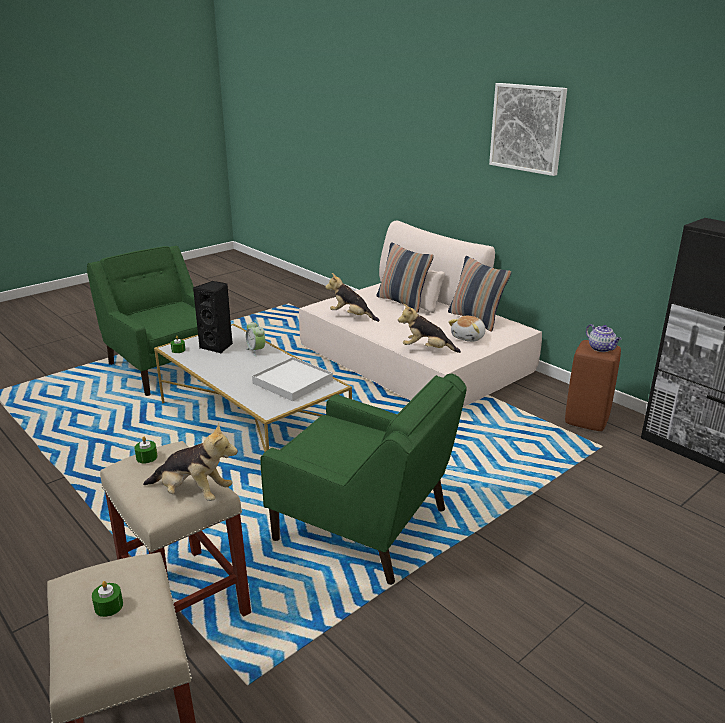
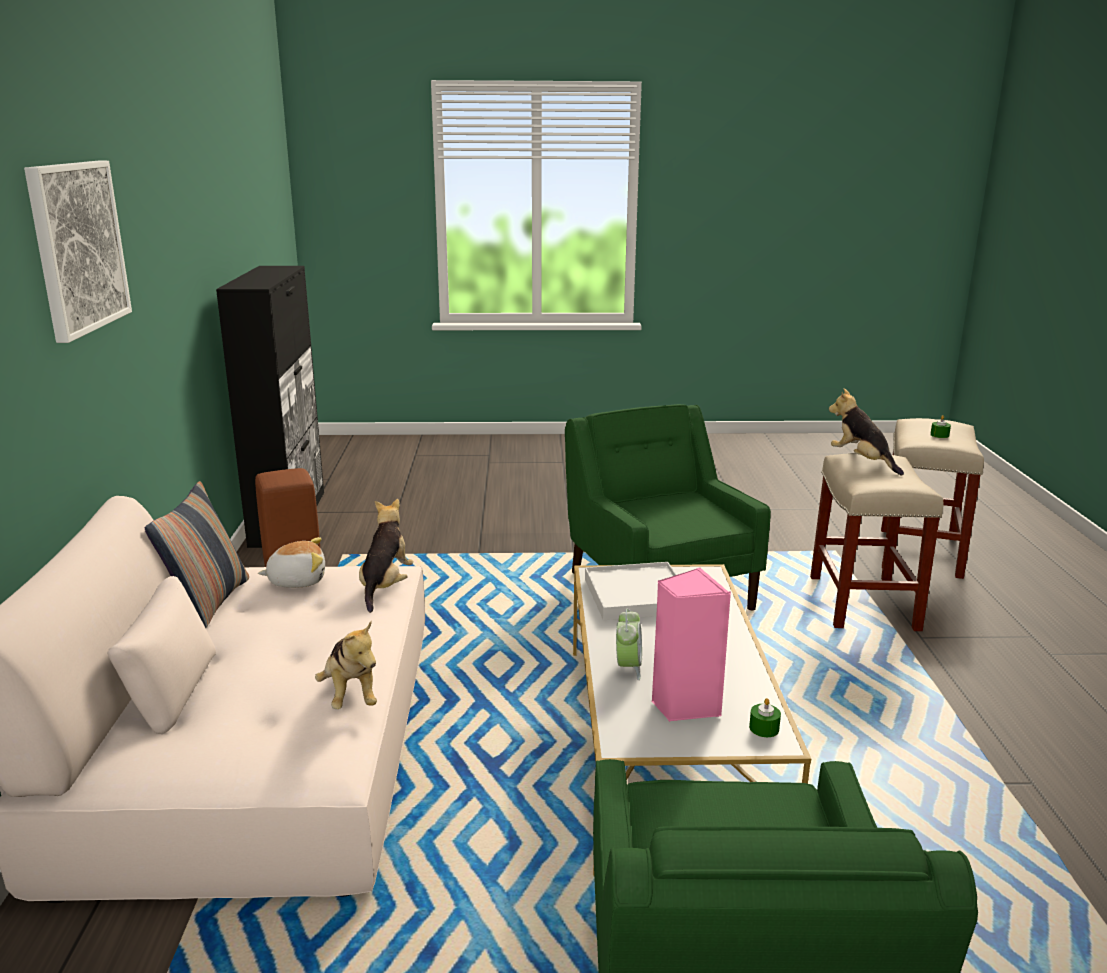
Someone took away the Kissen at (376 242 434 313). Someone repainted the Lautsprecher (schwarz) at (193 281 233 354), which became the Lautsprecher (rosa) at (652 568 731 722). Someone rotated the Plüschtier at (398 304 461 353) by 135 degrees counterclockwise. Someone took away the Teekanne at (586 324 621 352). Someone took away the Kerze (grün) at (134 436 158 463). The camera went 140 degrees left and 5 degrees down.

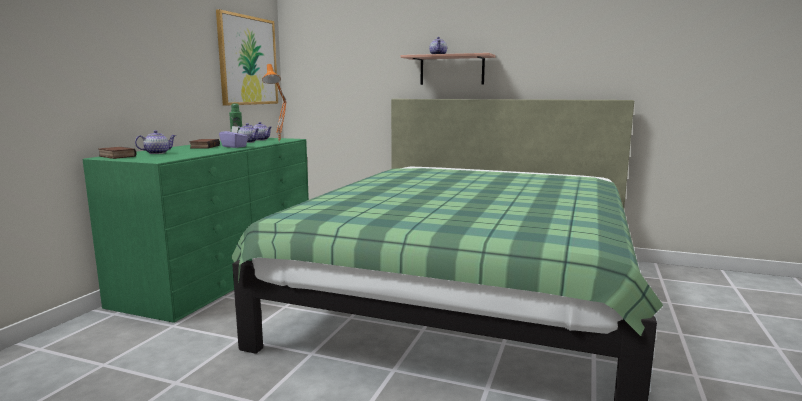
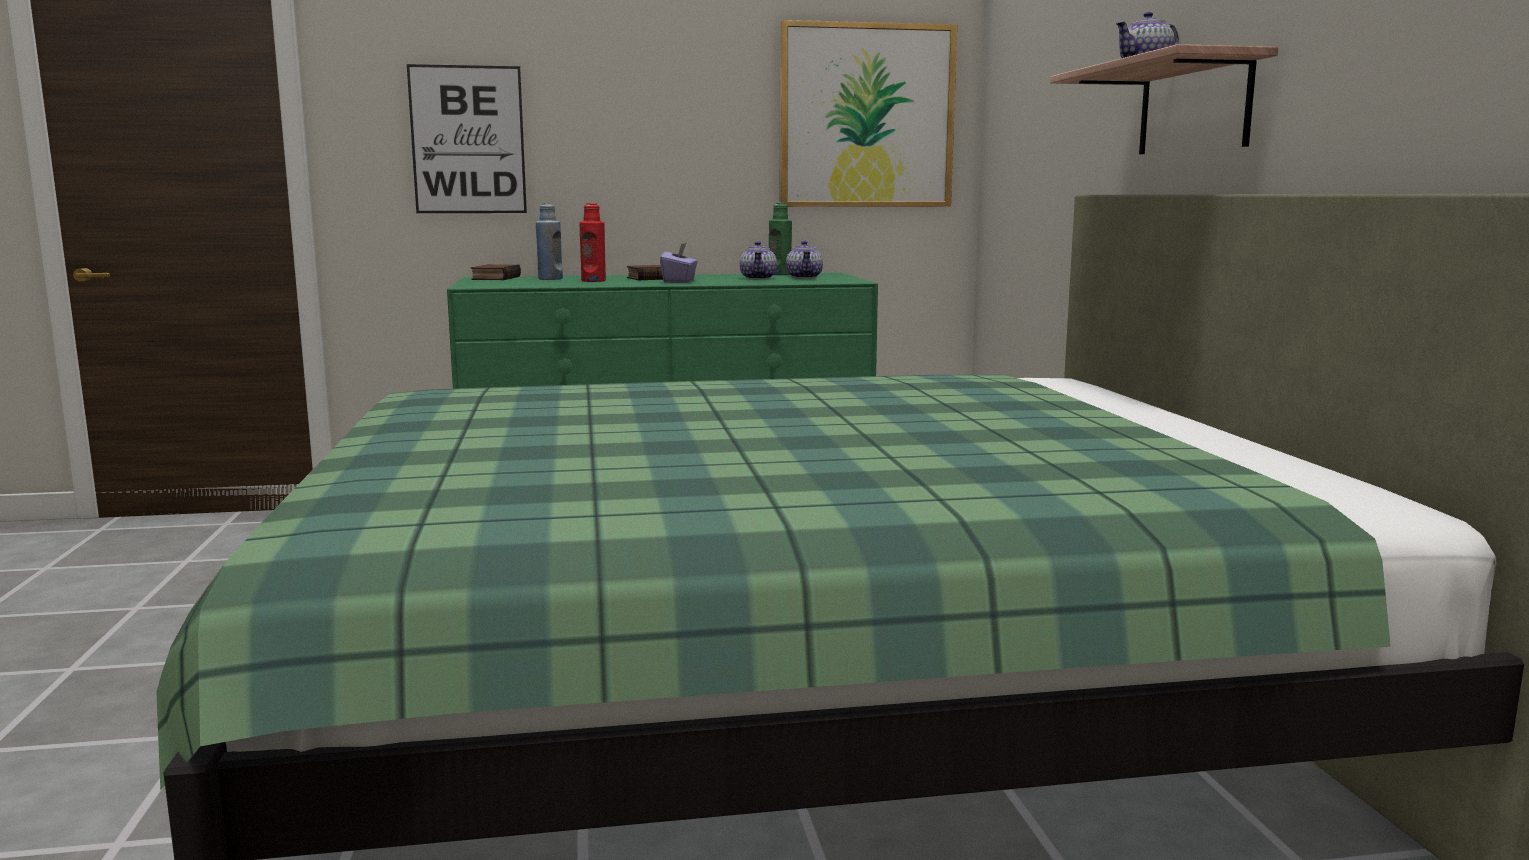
Someone took away the Tischlampe (orange) at (262 64 287 142). Someone swapped the Teekanne at (135 130 176 154) for the Flasche (blau) at (536 203 563 280). Someone put up the Bild at (407 64 527 213). Someone put down the Flasche (rot) at (580 203 606 282). The camera went 60 degrees right and 0 degrees up.

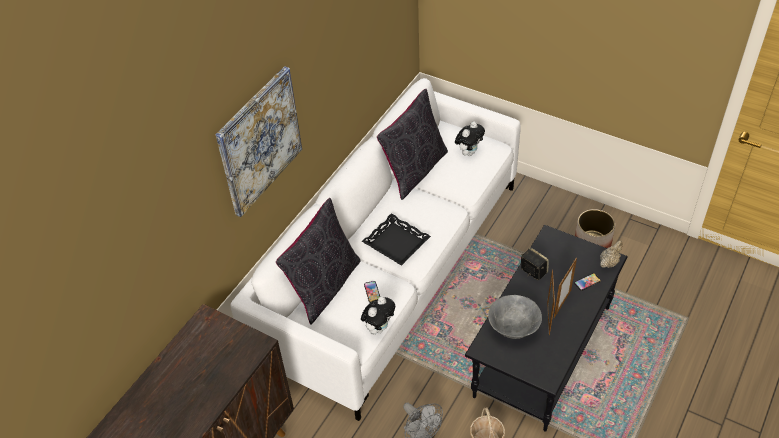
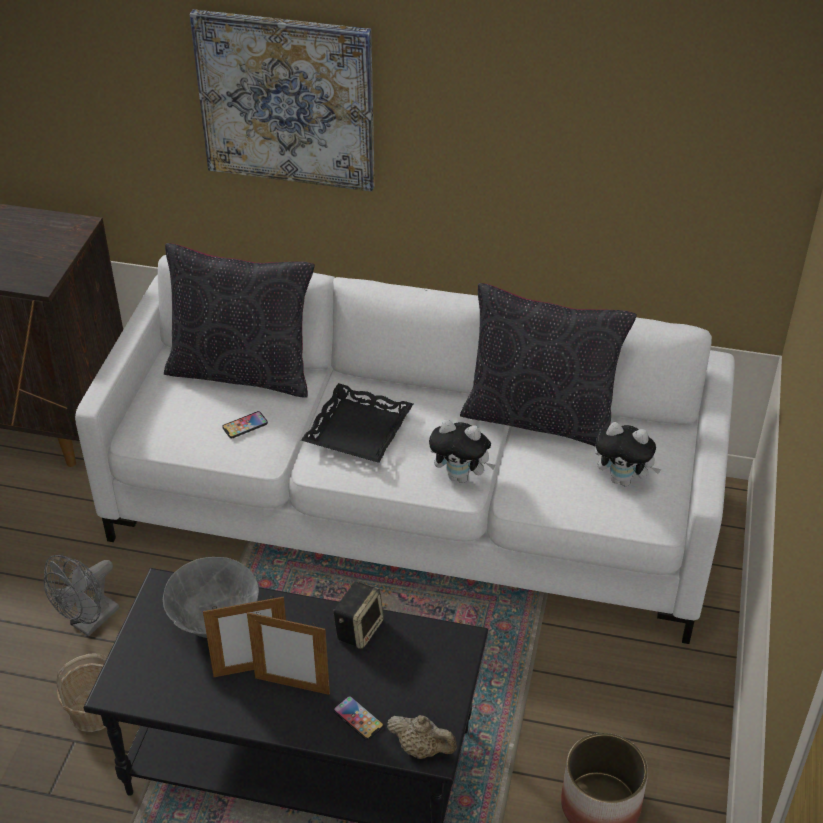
Someone carried the Plüschtier from (361 296 395 335) to (429 420 496 483). The camera went 70 degrees right and 5 degrees down.

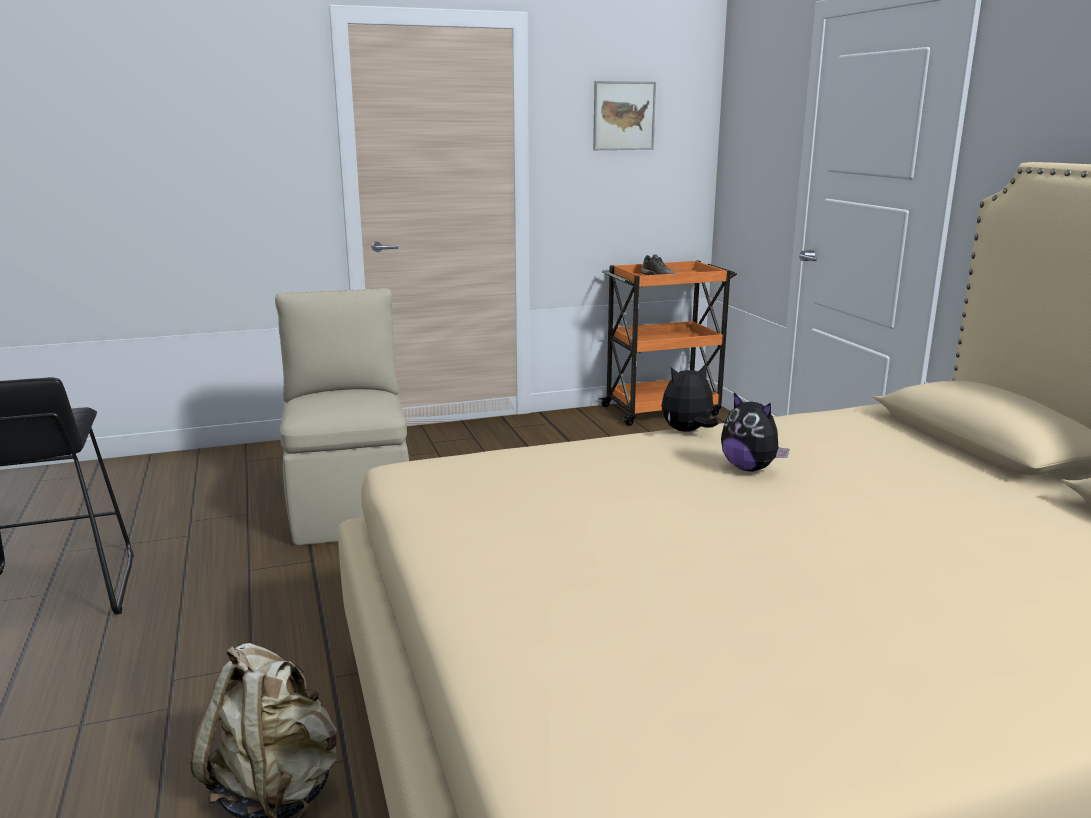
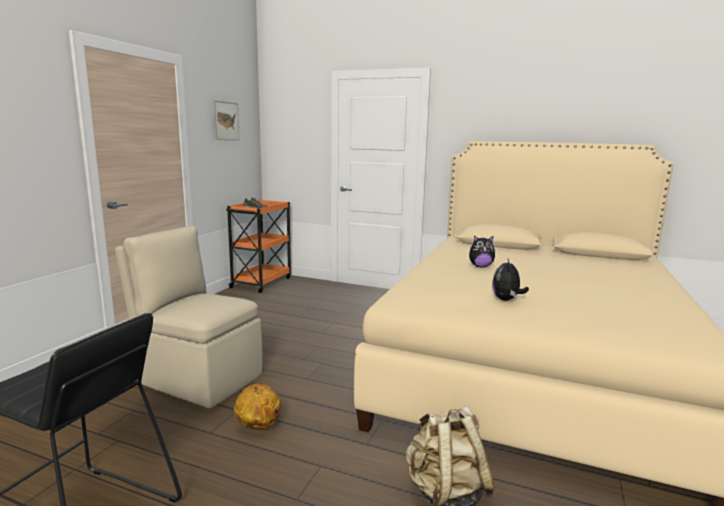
Someone carried the Plüschtier from (661 364 718 432) to (492 259 529 301). Someone put down the Basketball at (234 383 281 429). The camera went 50 degrees left and 5 degrees down.

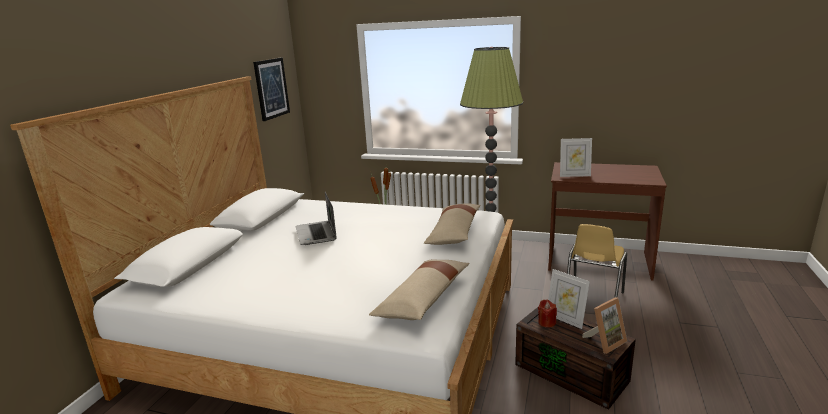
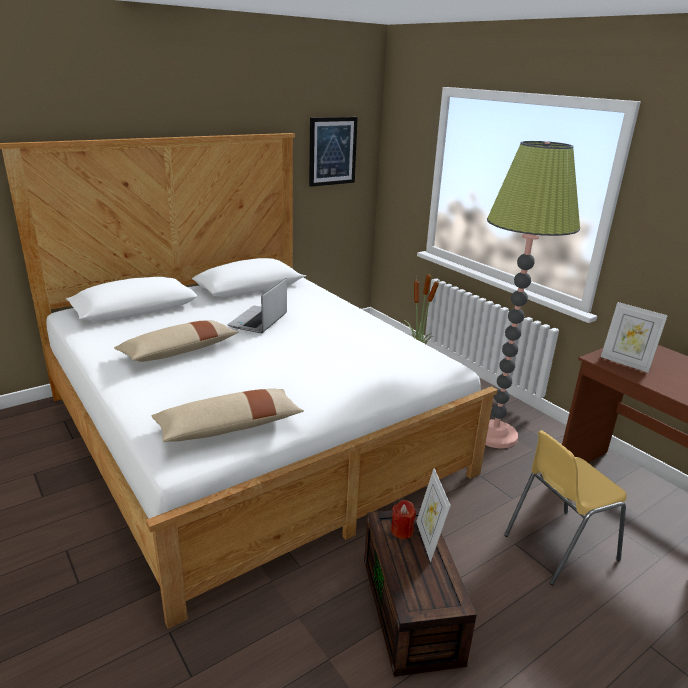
Someone carried the Kissen (beige) from (424 203 481 245) to (114 320 239 362). Someone took away the Bilderrahmen at (582 297 627 354). The camera went 35 degrees right and 5 degrees up.

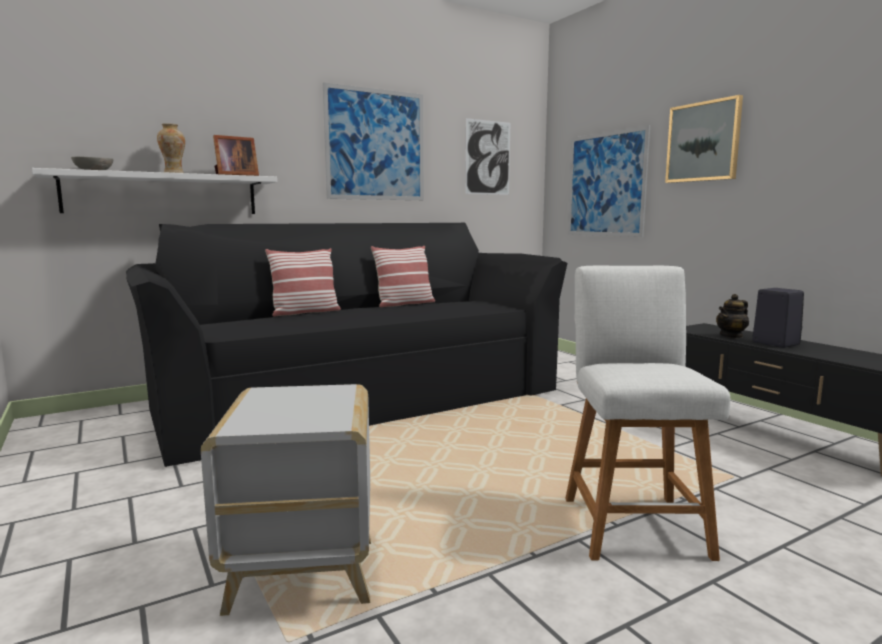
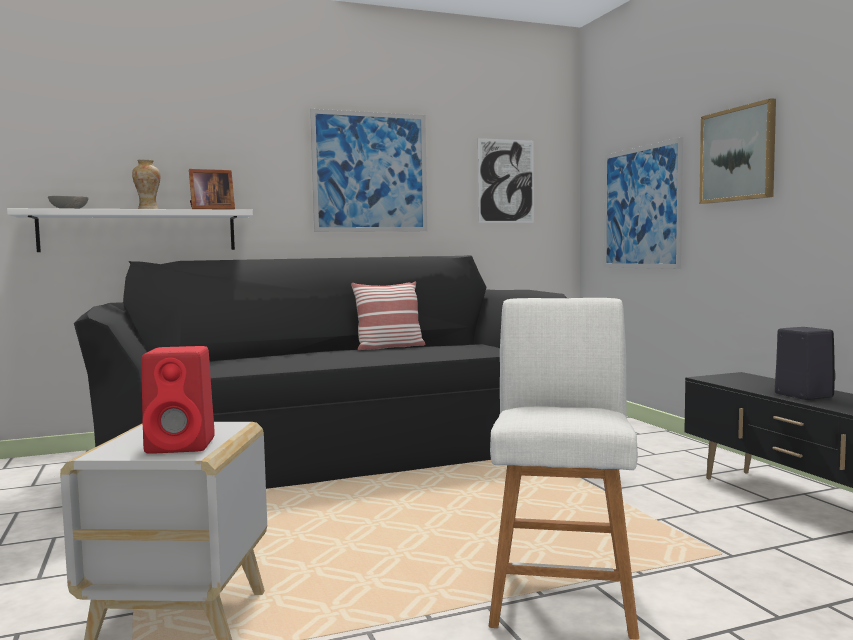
Someone took away the Kissen at (265 248 341 317). Someone took away the Teekanne at (716 294 749 338). Someone put down the Lautsprecher (rot) at (142 346 215 454). The camera went 10 degrees right and 5 degrees down.

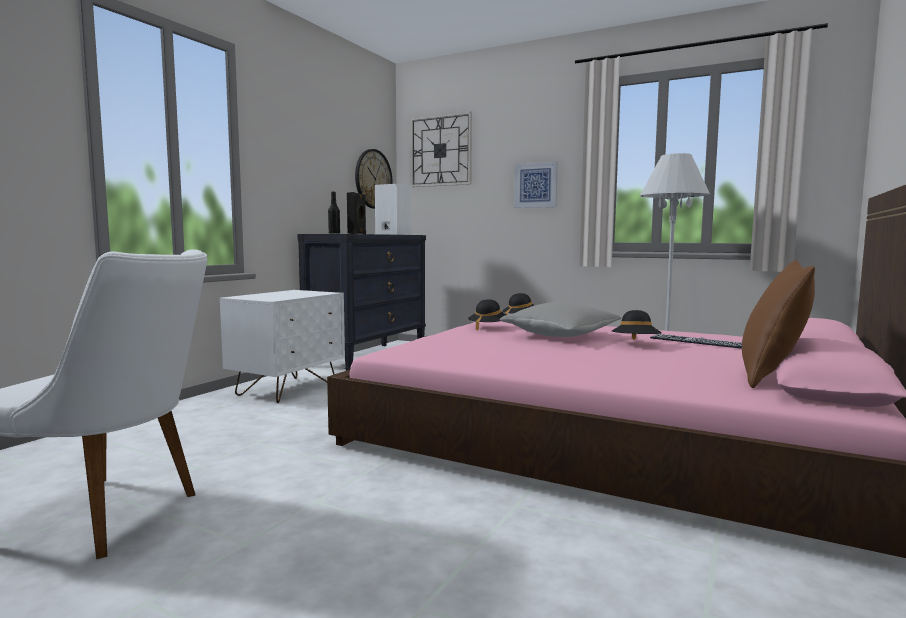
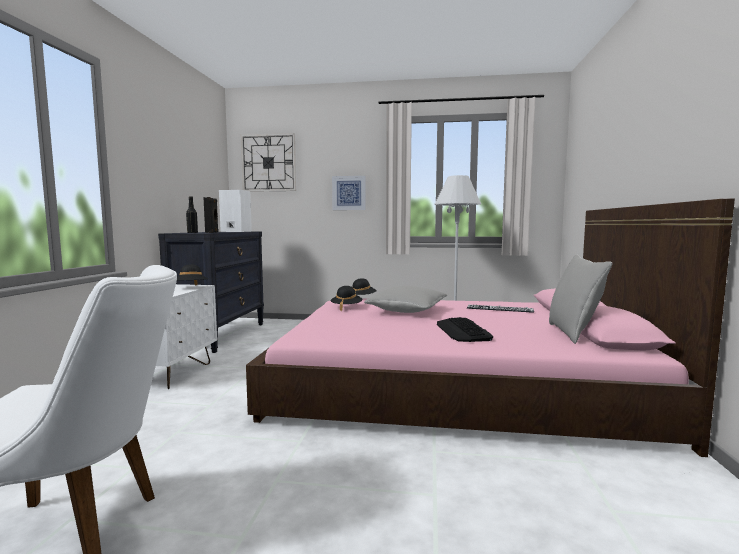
Someone took away the Wanduhr at (355 149 392 209). Someone repainted the Kissen (braun) at (742 260 815 388), which became the Kissen (grau) at (549 254 612 344). Someone carried the Hut (schwarz) from (612 310 662 340) to (177 264 208 286). Someone put down the Tastatur at (437 317 493 342). The camera went 20 degrees left and 0 degrees up.

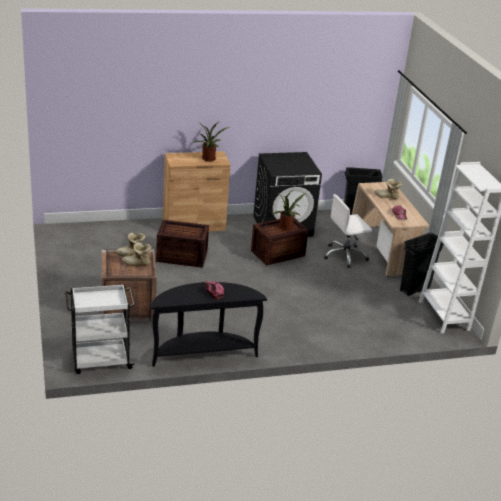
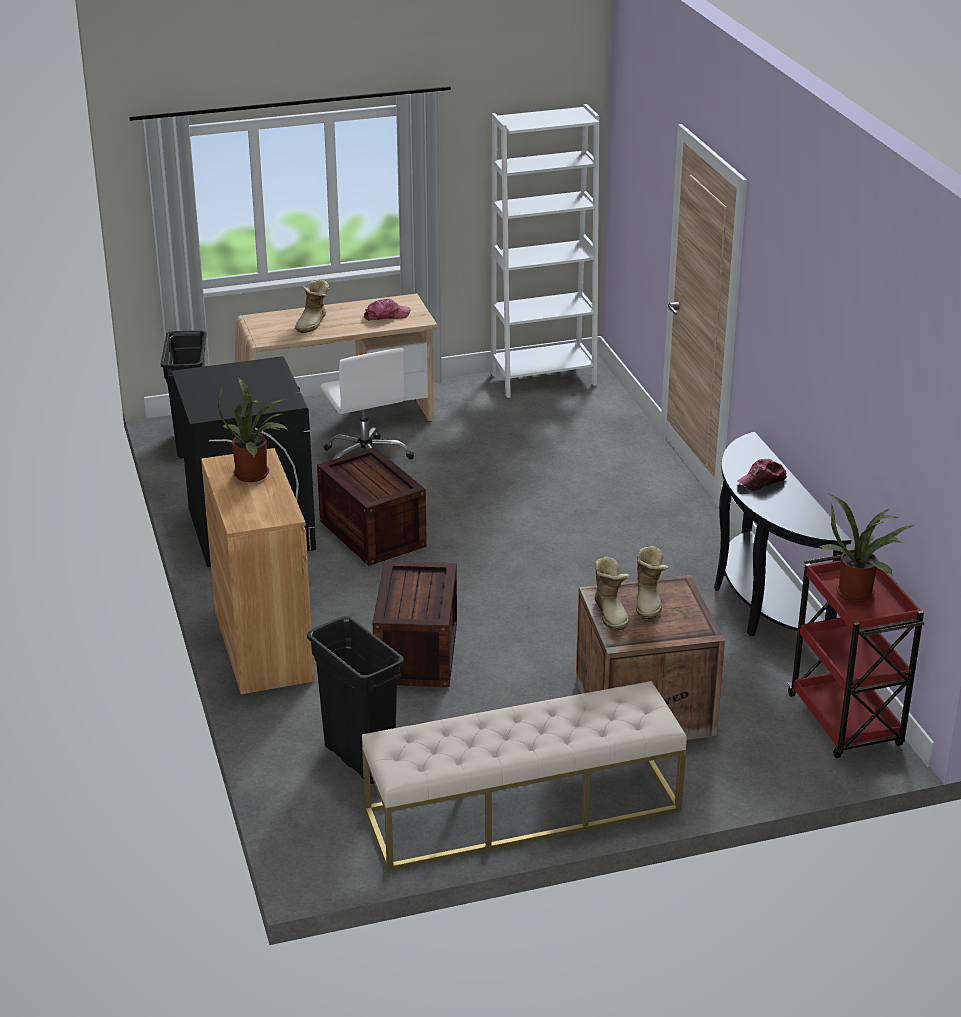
Someone carried the Topfpflanze from (273 189 306 230) to (820 494 914 602). Someone carried the Mülleimer (schwarz) from (400 233 444 296) to (307 616 404 784). Someone repainted the Rollwagen (weiß) at (65 284 135 374), which became the Rollwagen (rot) at (787 555 924 758). Someone put down the Bank (beige) at (362 681 687 871). The camera went 90 degrees left and 0 degrees up.

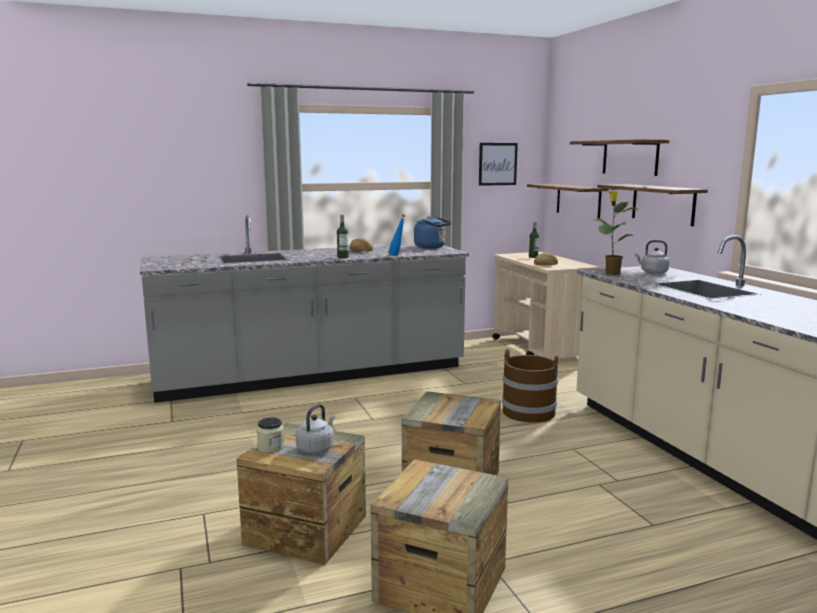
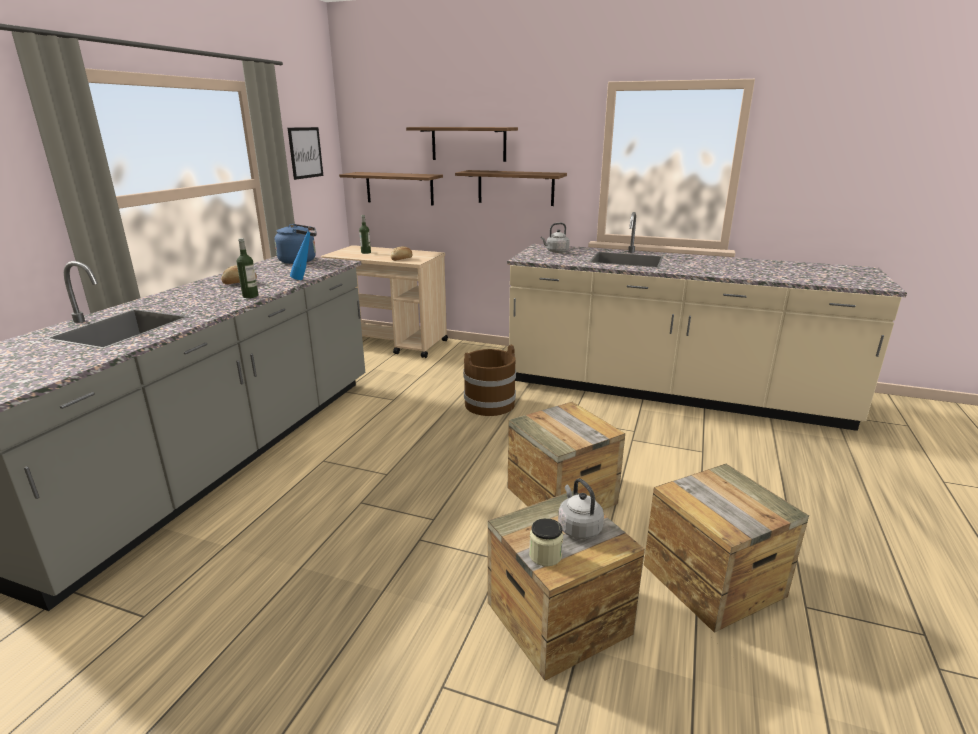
Someone took away the Topfpflanze at (595 191 638 275). The camera went 50 degrees left and 10 degrees up.

